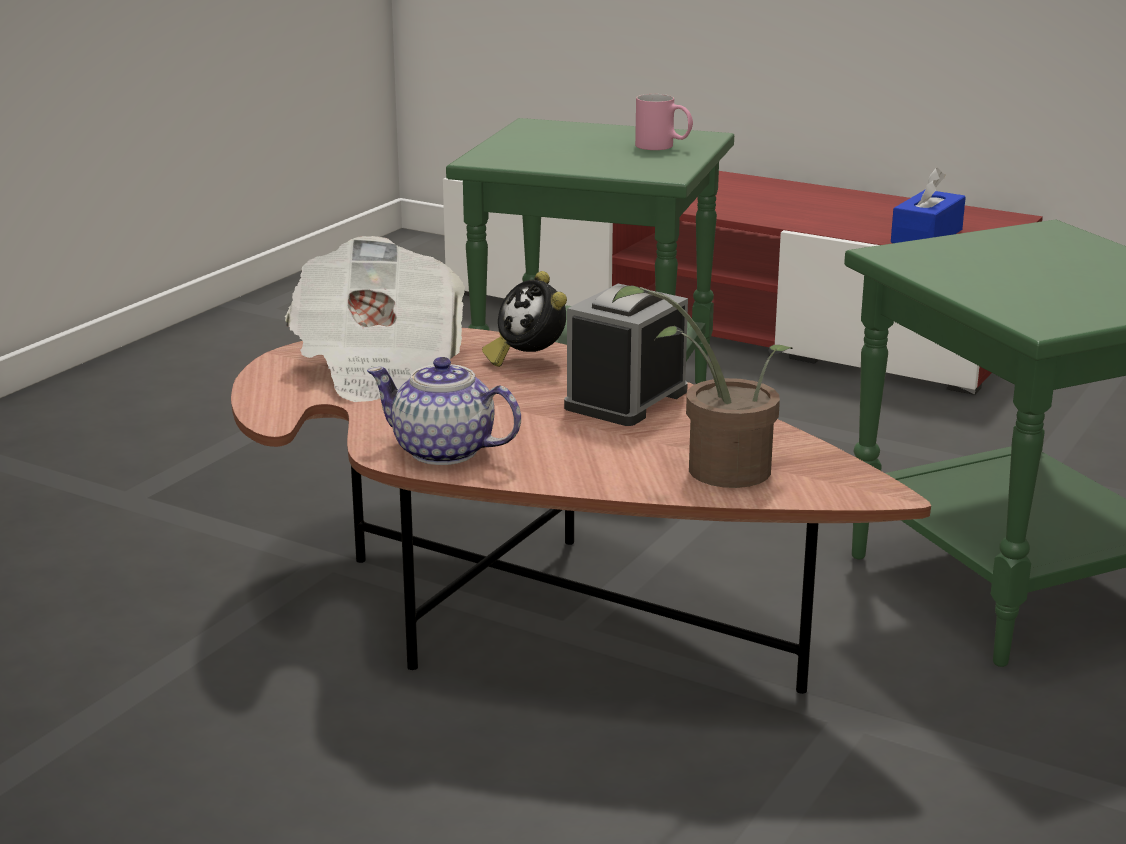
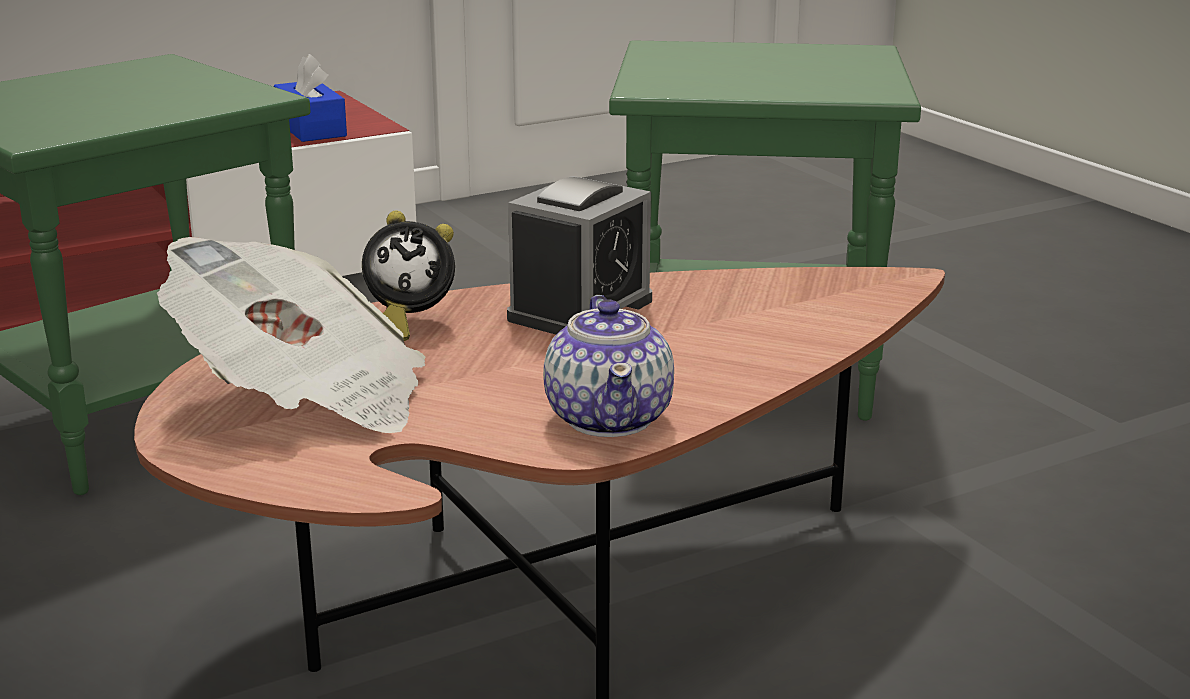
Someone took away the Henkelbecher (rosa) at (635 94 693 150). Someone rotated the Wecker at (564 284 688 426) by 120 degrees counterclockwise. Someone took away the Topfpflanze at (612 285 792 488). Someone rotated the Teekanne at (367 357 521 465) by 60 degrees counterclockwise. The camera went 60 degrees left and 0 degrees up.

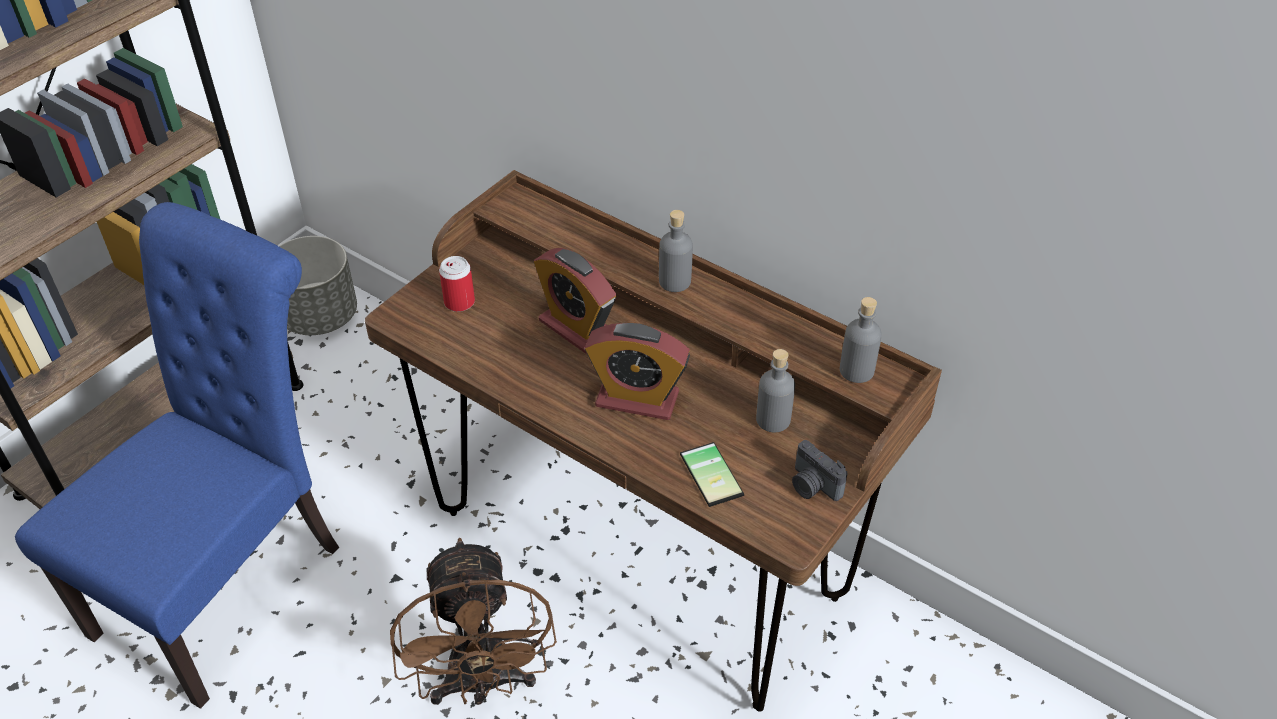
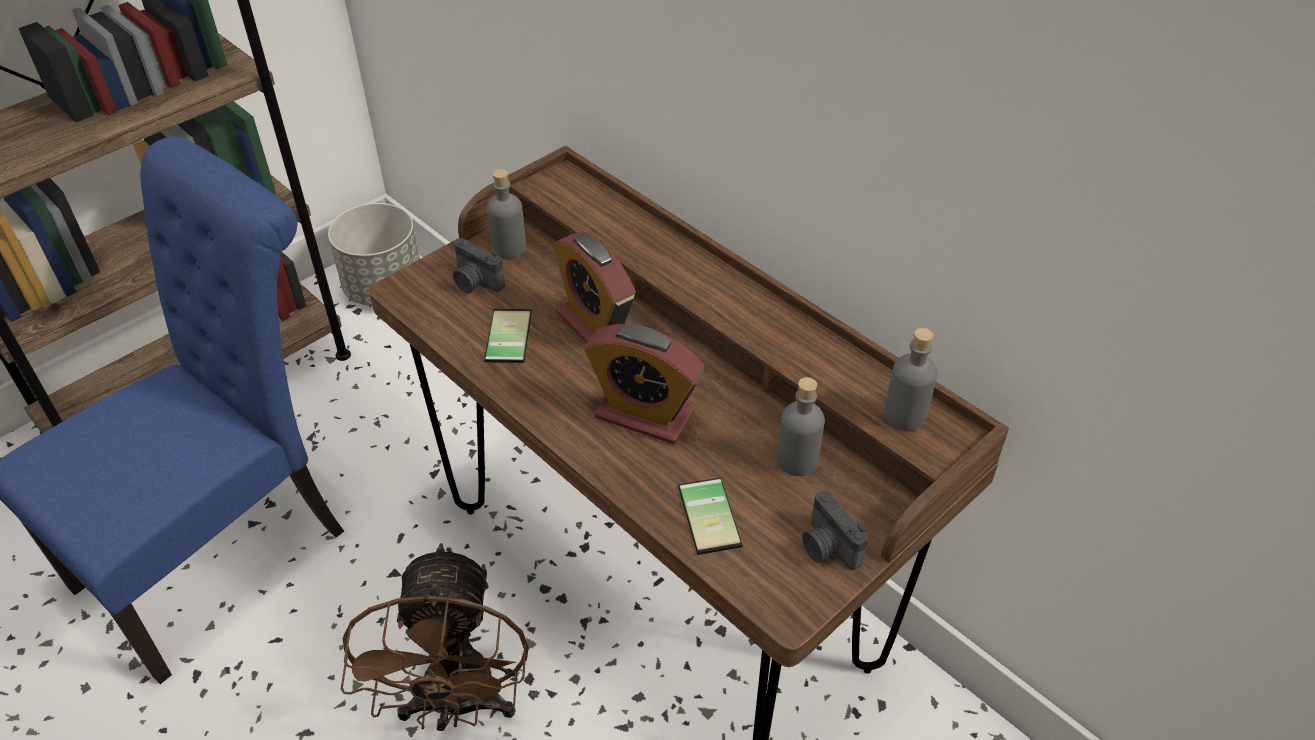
Someone carried the Flasche (grau) from (659 210 693 292) to (487 169 526 259). Someone swapped the Dose at (439 256 475 312) for the Kamera at (453 238 505 293). Someone put down the Handy at (484 309 532 363). The camera went 10 degrees right and 0 degrees up.

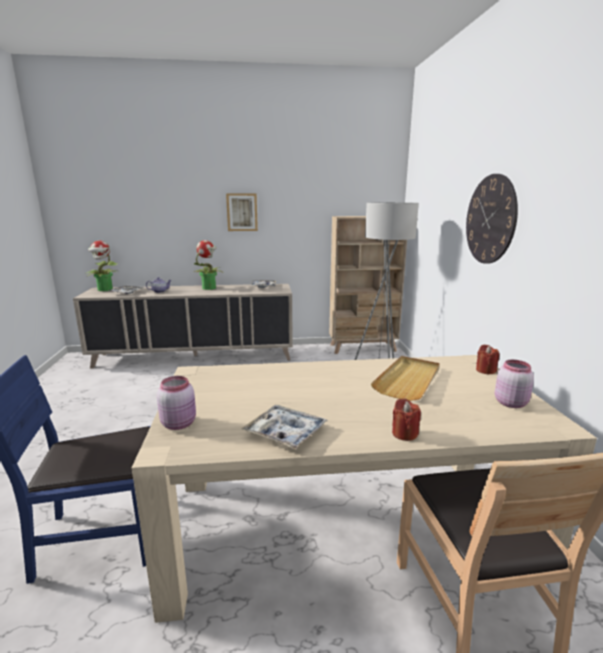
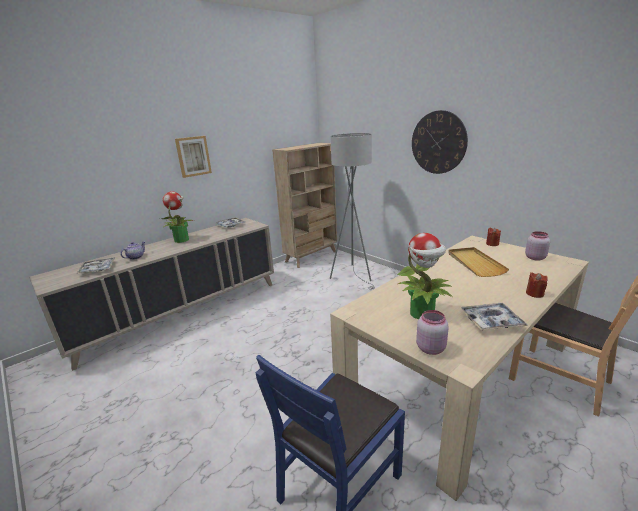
Someone carried the Topfpflanze from (86 241 117 291) to (397 233 453 319). The camera went 35 degrees left and 5 degrees up.

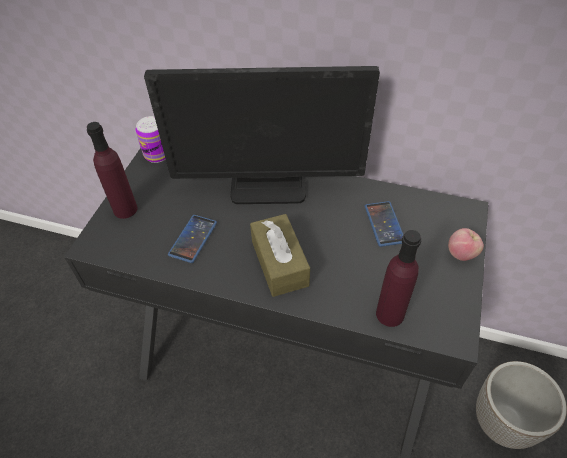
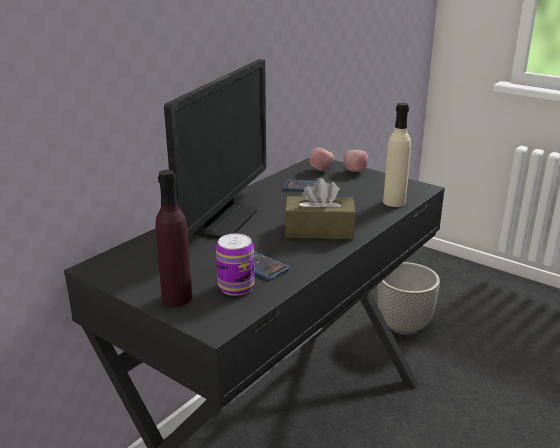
Someone carried the Dose from (136 116 166 163) to (216 234 255 296). Someone repainted the Flasche (lila) at (376 230 421 327), which became the Flasche (beige) at (383 103 411 207). Someone put down the Apfel at (309 148 334 171). The camera went 70 degrees left and 25 degrees down.

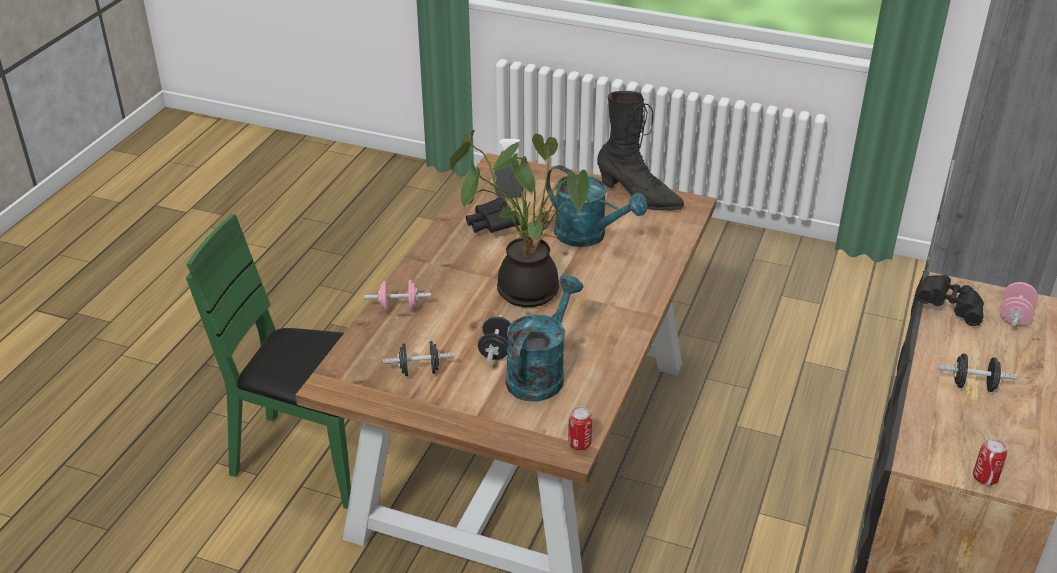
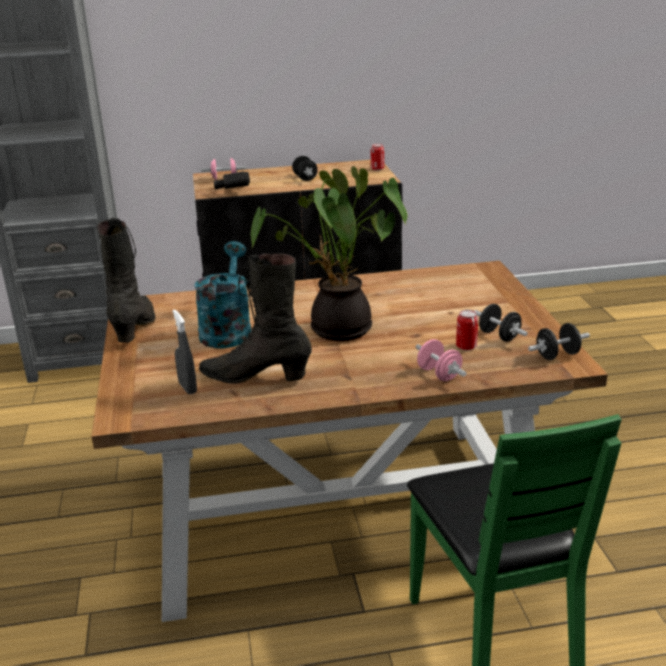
Someone swapped the Fernglas (schwarz) at (466 197 521 233) for the Stiefel (schwarz) at (199 253 312 384). Someone took away the Gießkanne (türkis) at (506 275 583 402). Someone carried the Hantel (schwarz) from (478 315 511 362) to (528 323 590 360). Someone carried the Dose from (568 407 592 450) to (456 309 478 350). The camera went 120 degrees left and 10 degrees down.

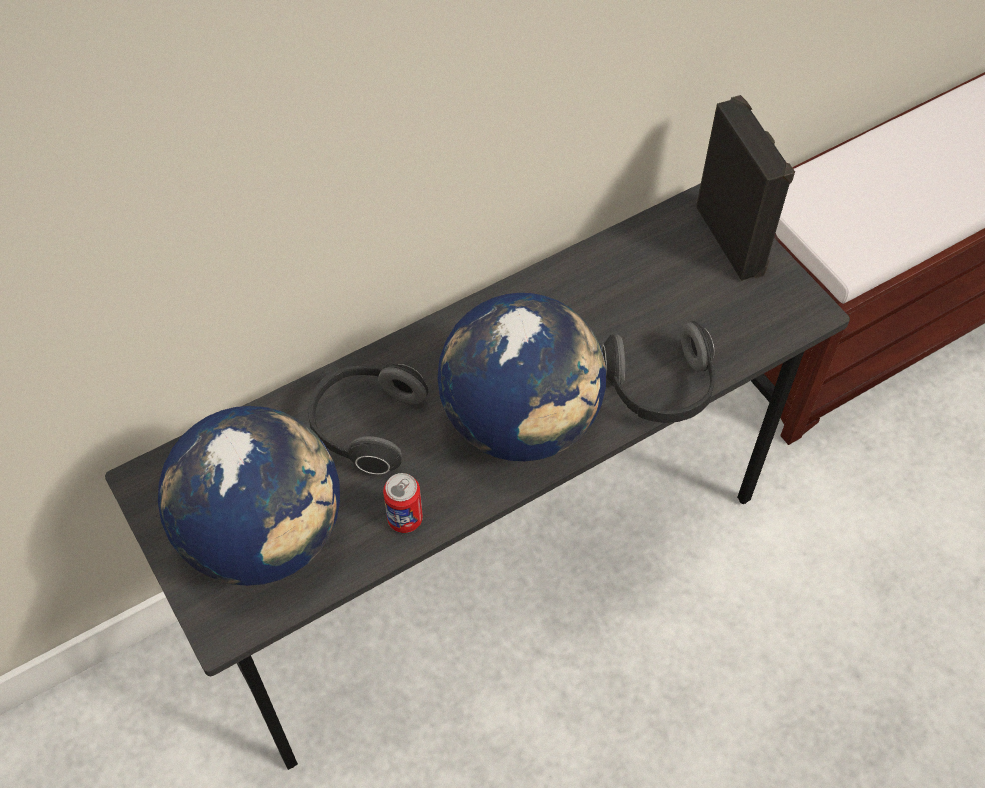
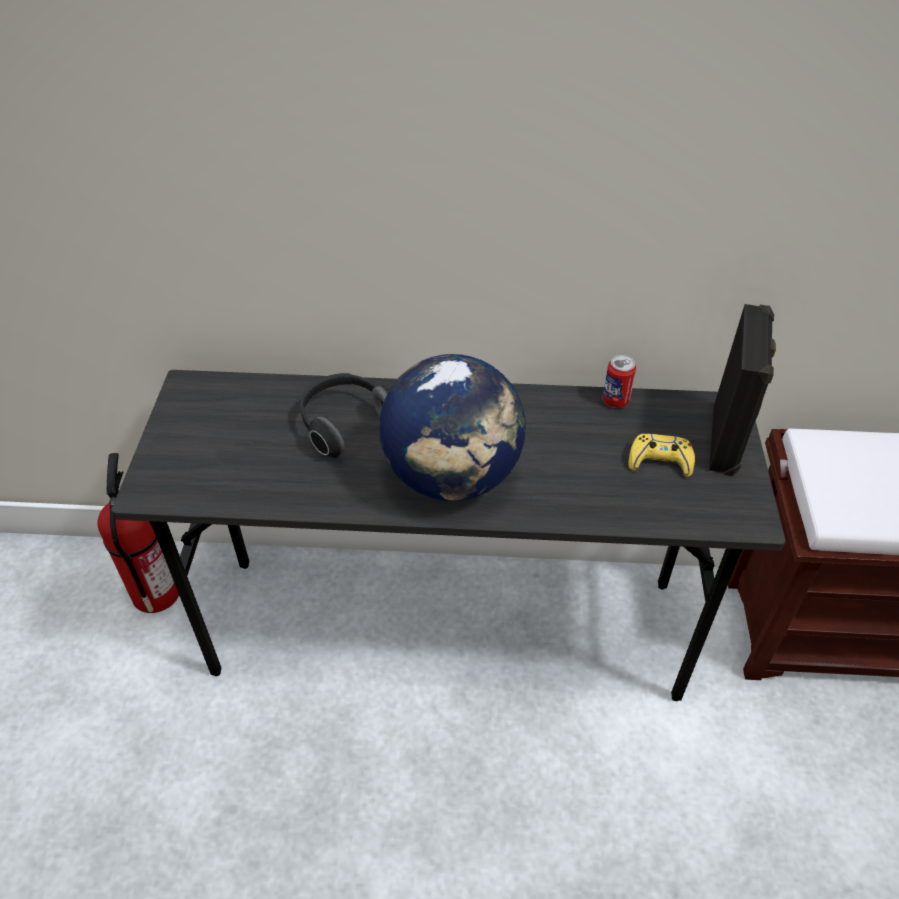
Someone took away the Kopfhörer at (602 321 715 423). Someone took away the Globus at (158 406 340 586). Someone carried the Dose from (383 473 423 533) to (603 355 636 408). Someone put down the Gamepad (gelb) at (628 434 695 477). Someone put down the Feuerlöscher at (97 453 179 613). The camera went 35 degrees right and 10 degrees down.

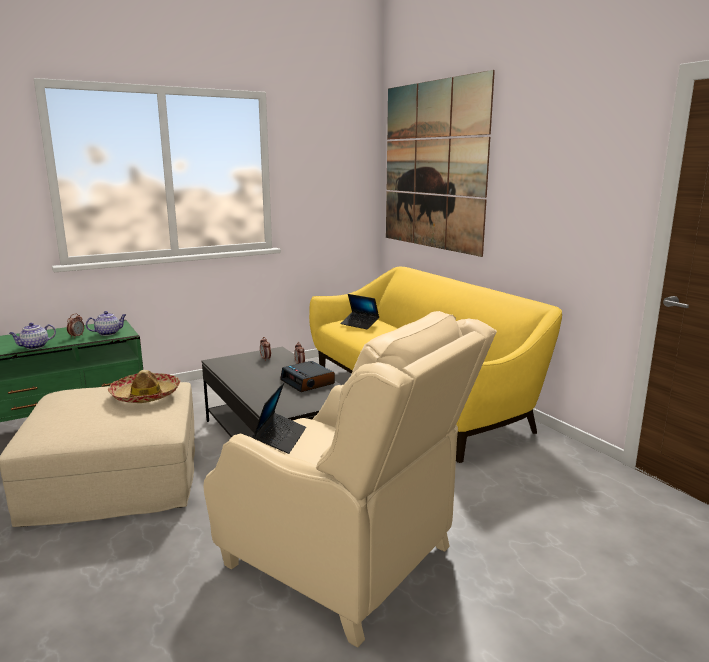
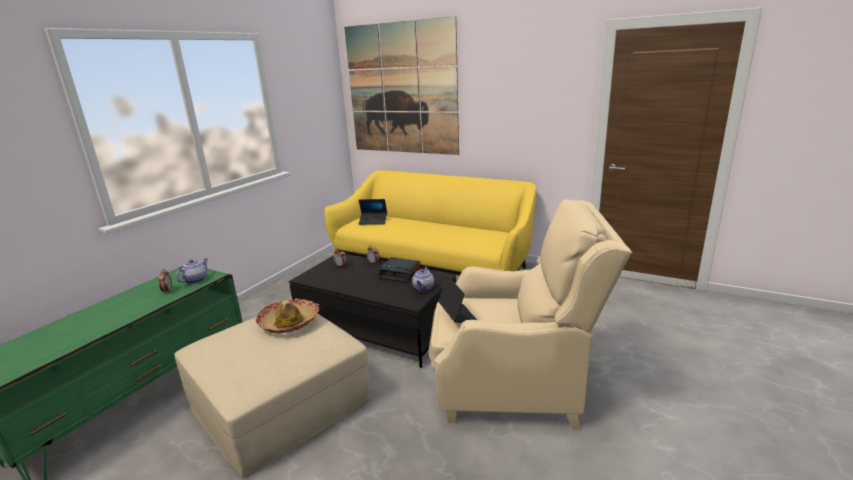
Someone carried the Teekanne from (9 323 56 349) to (412 267 434 292). The camera went 30 degrees left and 5 degrees up.

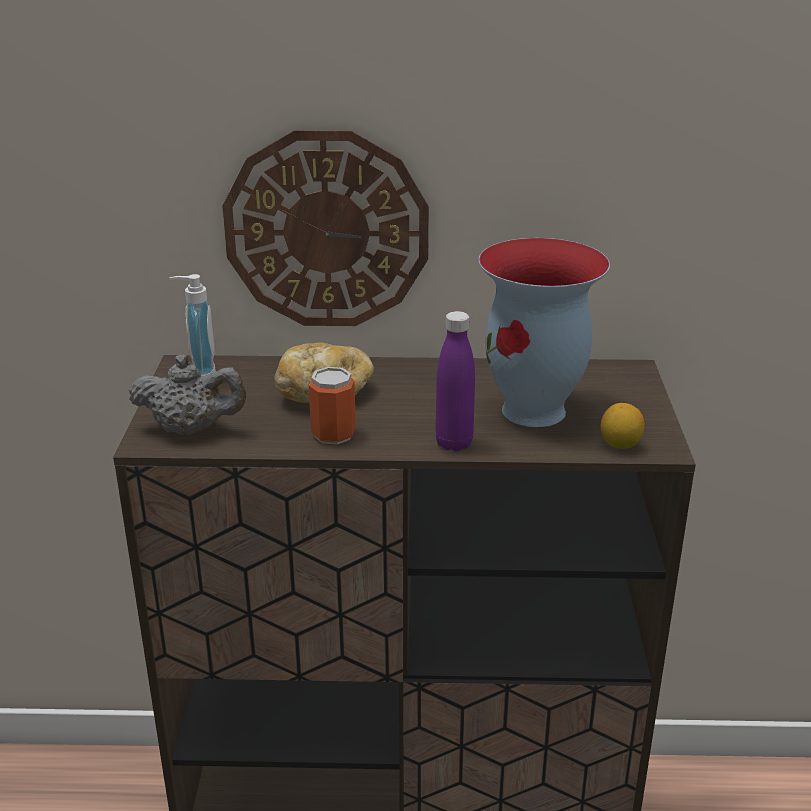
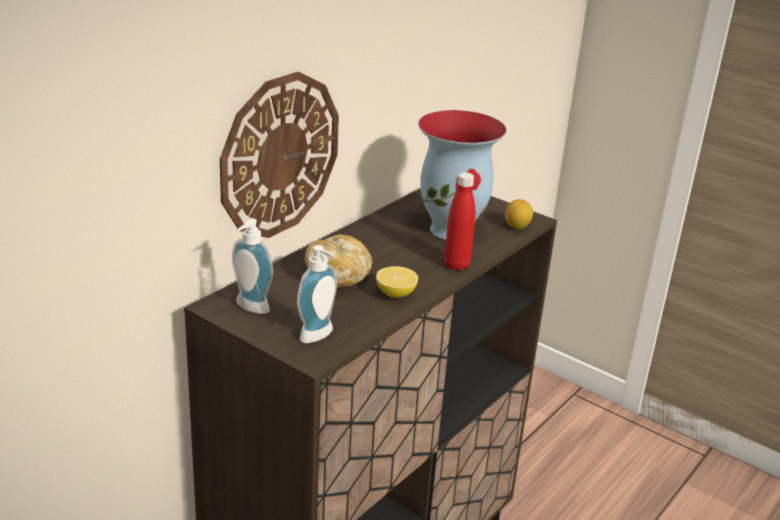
Someone repainted the Flasche (lila) at (435 311 475 451), which became the Flasche (rot) at (444 172 475 271). Someone swapped the Teekanne (grau) at (129 355 246 435) for the Seifenspender at (297 245 337 343). Someone swapped the Dose at (309 367 356 445) for the Zitrone at (376 266 418 298). The camera went 55 degrees left and 0 degrees up.

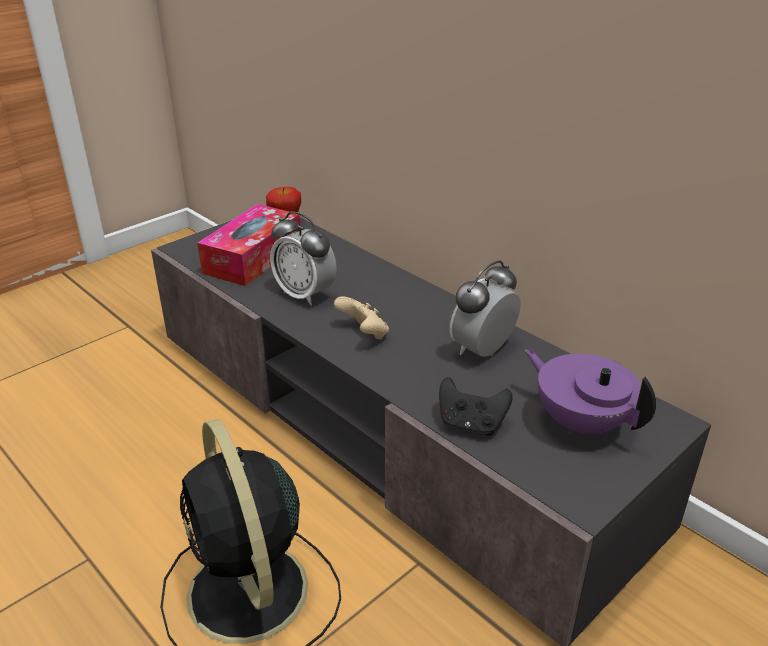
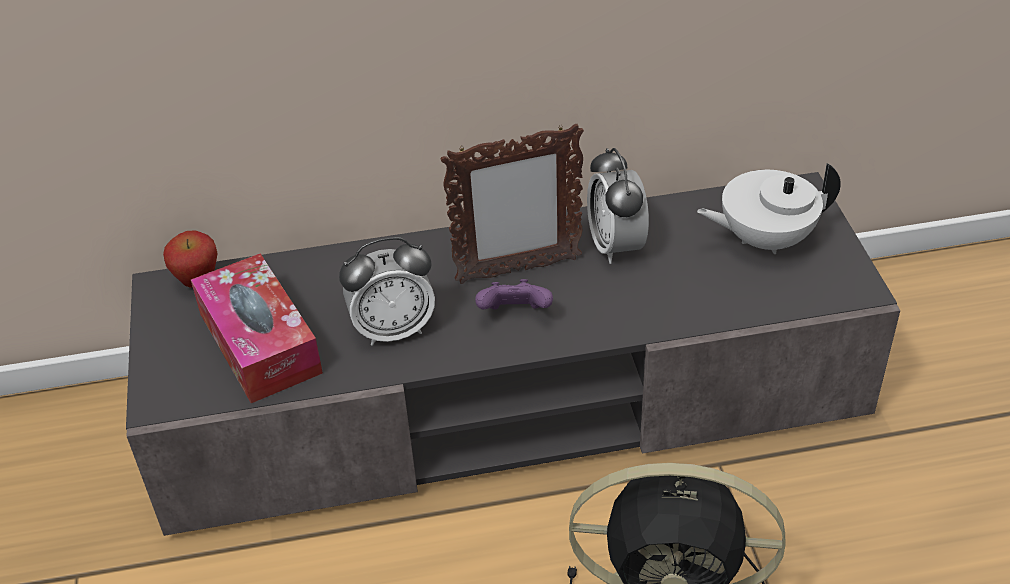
Someone repainted the Gamepad (beige) at (334 297 389 340), which became the Gamepad (lila) at (475 279 553 310). Someone repainted the Teekanne (lila) at (525 349 656 435), which became the Teekanne (weiß) at (697 163 841 254). Someone took away the Gamepad (schwarz) at (439 377 513 435). Someone put down the Bilderrahmen at (440 124 584 284). The camera went 55 degrees left and 10 degrees up.

